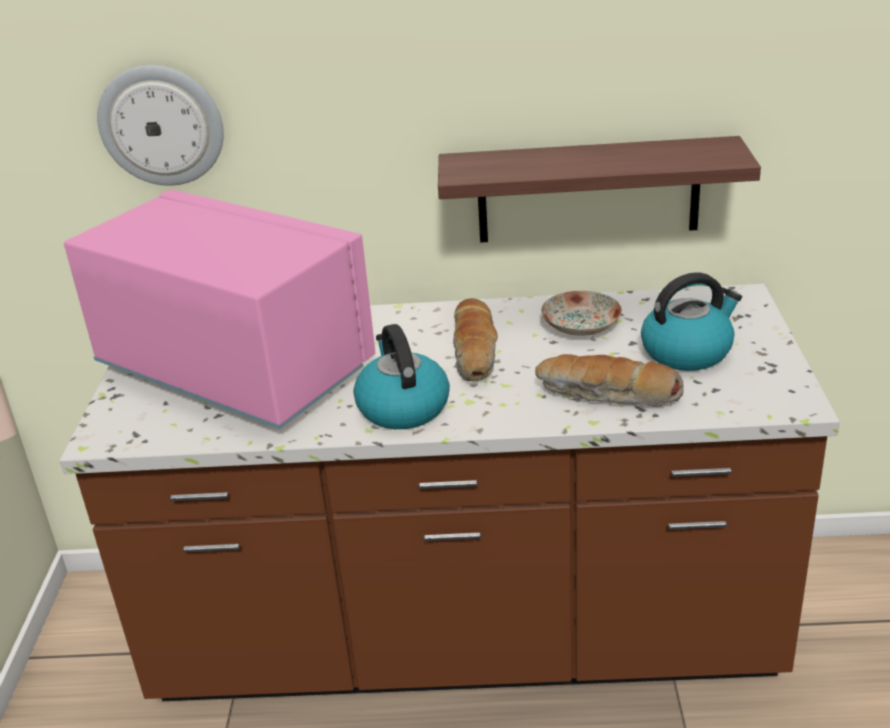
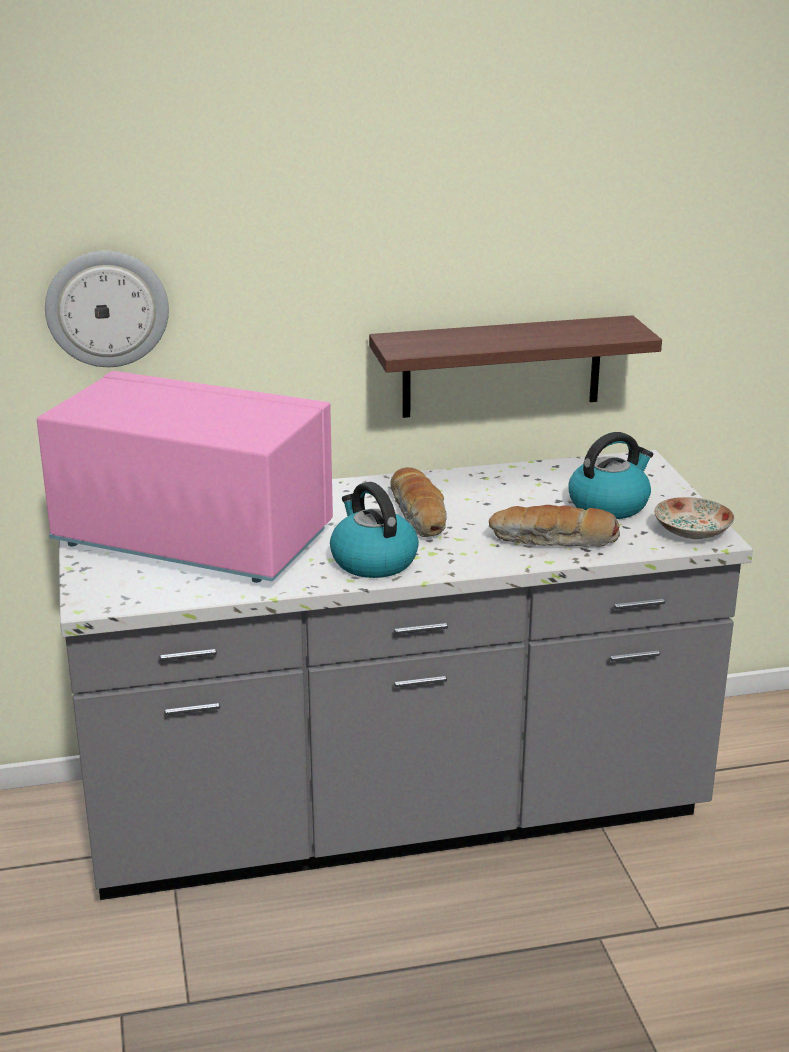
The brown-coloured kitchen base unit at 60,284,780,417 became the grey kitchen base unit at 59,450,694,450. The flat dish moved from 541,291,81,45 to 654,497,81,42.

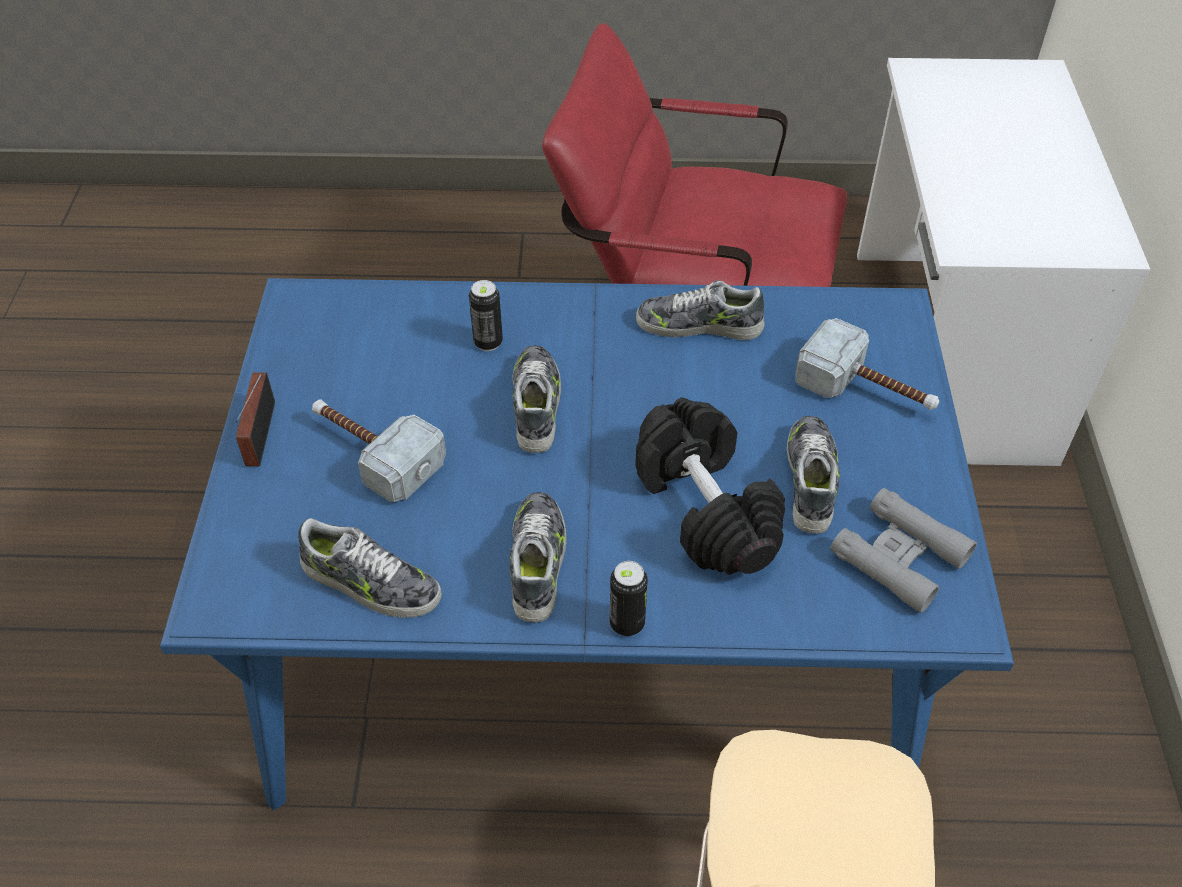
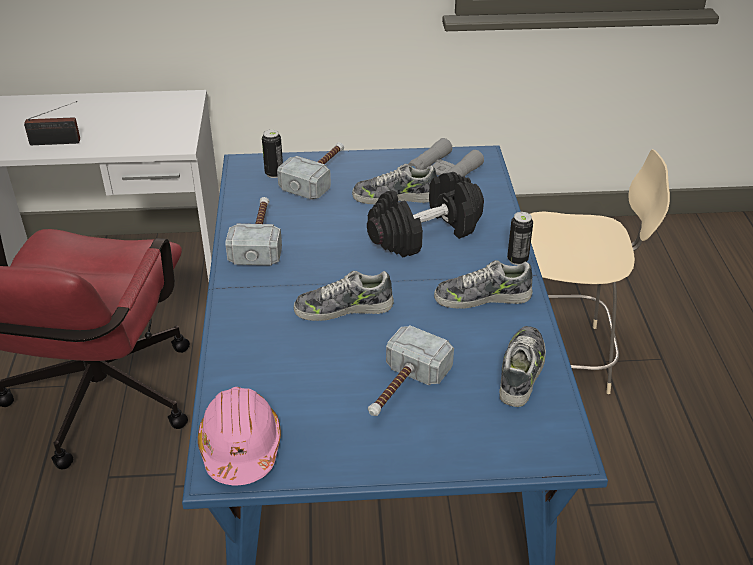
The metal can moved from 469,280,34,71 to 262,129,21,49. The low shoe at 636,280,128,60 was replaced by the hand hammer at 225,197,57,69. The radio set moved from 236,372,39,94 to 24,101,56,44. The pinkish work helmet at 198,387,83,98 appeared.

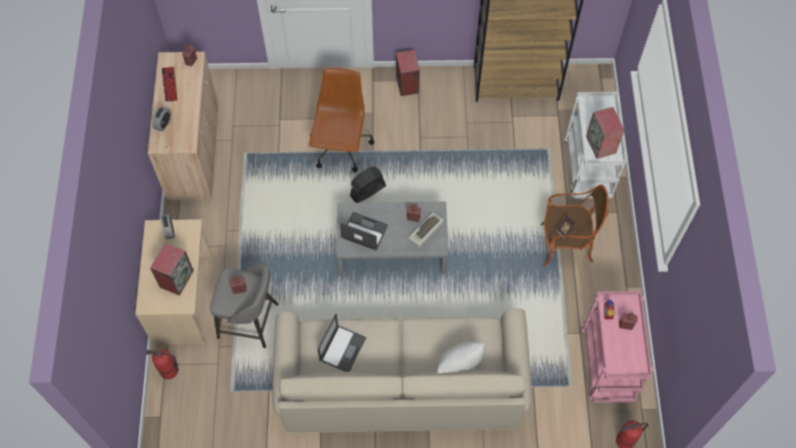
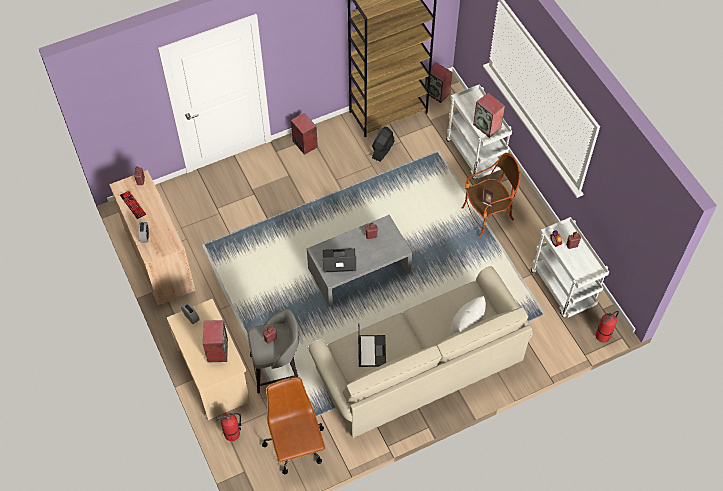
The brown-coloured desk chair moved from 309,67,65,105 to 262,377,63,97. The black-coloured fan moved from 350,166,36,37 to 372,127,23,35. The PC keyboard at 408,213,36,35 disappeared. The pinkish cart at 581,291,72,112 became the whitish cart at 531,217,78,100. The speaker at 425,62,27,41 appeared.

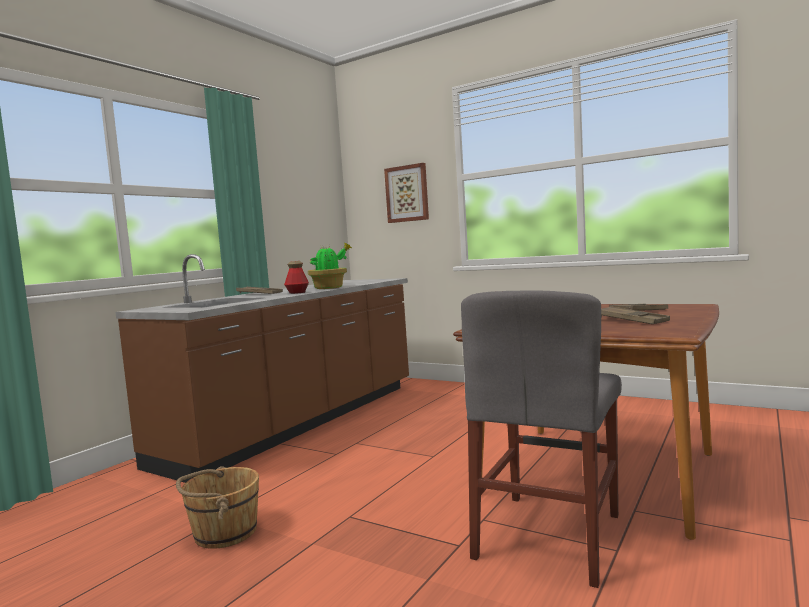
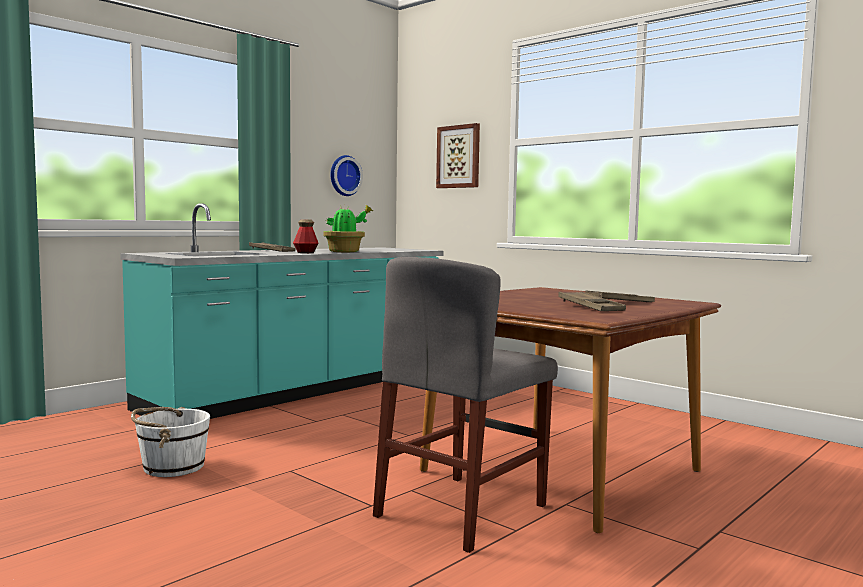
The brown-coloured kitchen base unit at 115,254,294,229 became the turquoise-coloured kitchen base unit at 120,203,324,216. The brown-coloured pail at 176,466,83,83 became the whitish pail at 131,407,79,70. The clock on the wall at 330,155,33,41 appeared.

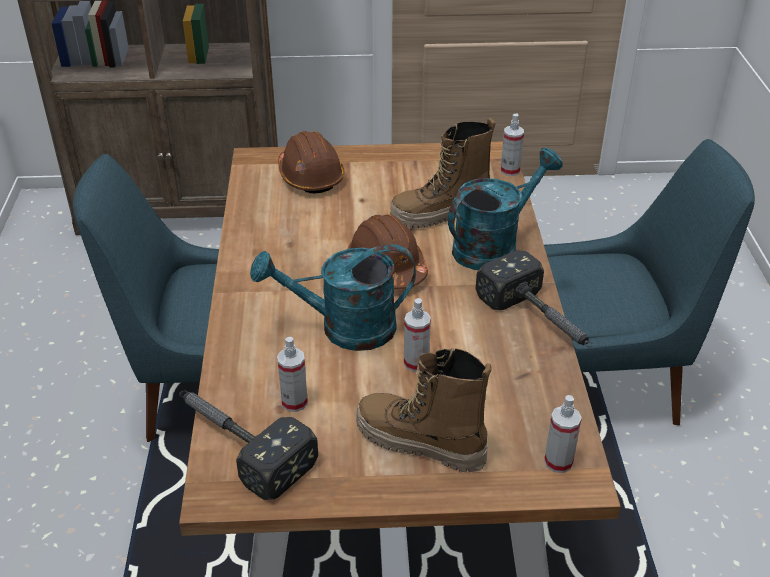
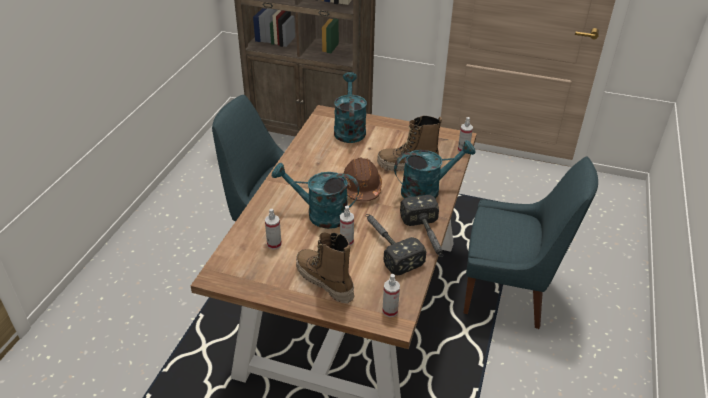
The brown-coloured work helmet at 278,131,66,62 was replaced by the turquoise-coloured watering can at 334,72,33,71. The hand hammer moved from 179,390,139,110 to 366,214,60,62.

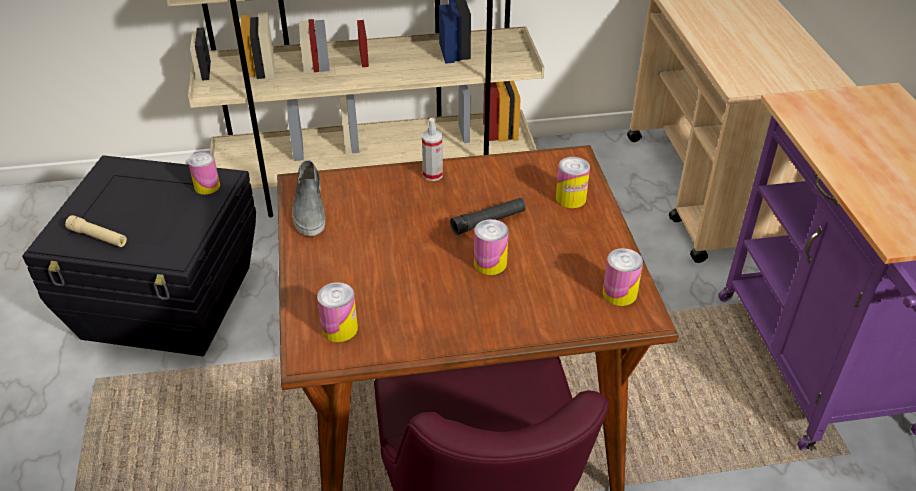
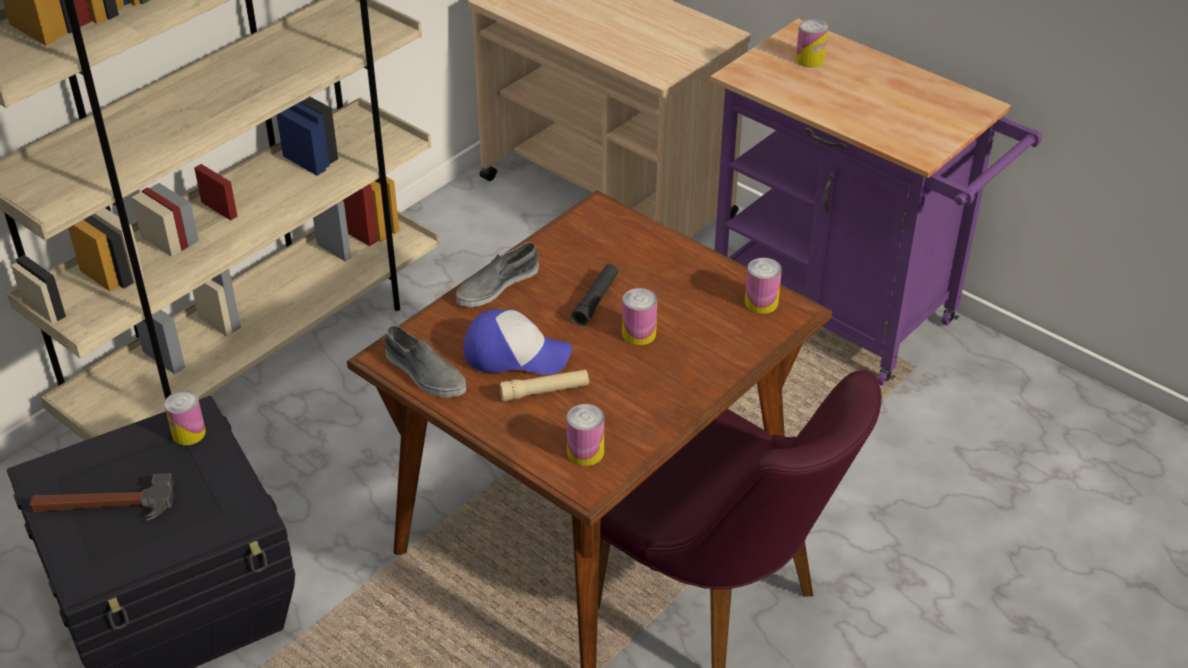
The hand sprayer at 422,118,21,63 was replaced by the grey low shoe at 456,242,83,65. The metal can moved from 556,157,34,51 to 796,19,32,49. The sand-coloured hand torch moved from 65,215,62,32 to 499,370,90,32. The cap at 463,309,109,66 appeared. The hand hammer at 30,473,144,48 appeared.

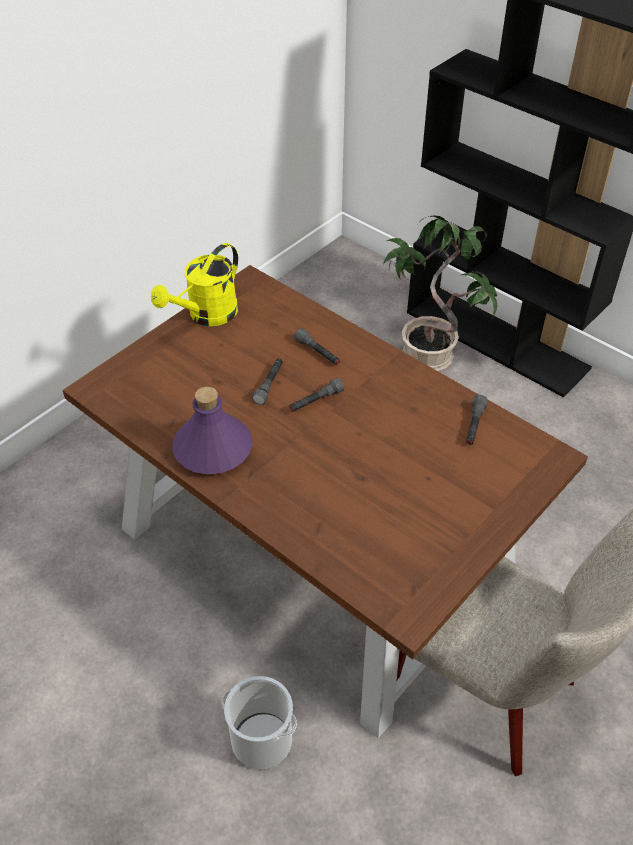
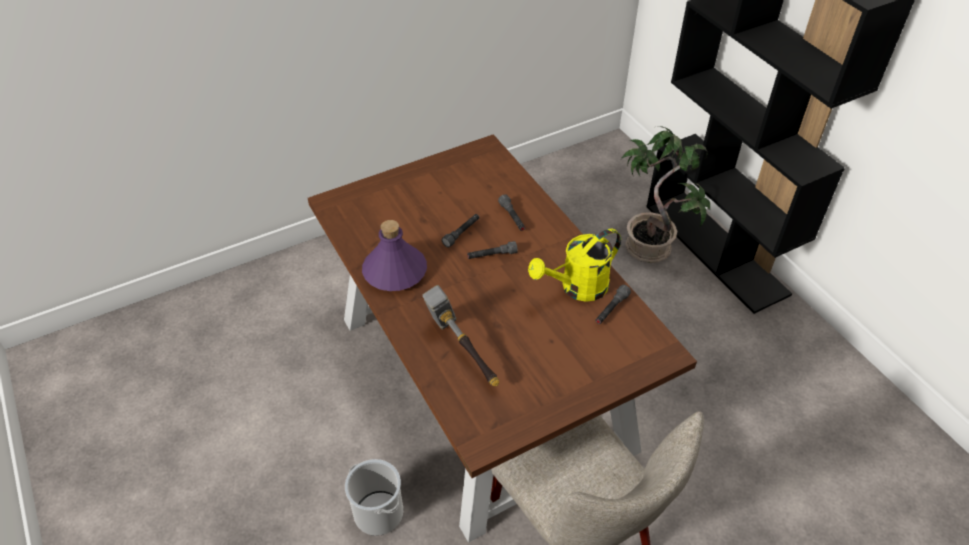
The yellowish watering can moved from 151,243,87,83 to 528,229,93,73. The hand hammer at 422,285,77,101 appeared.

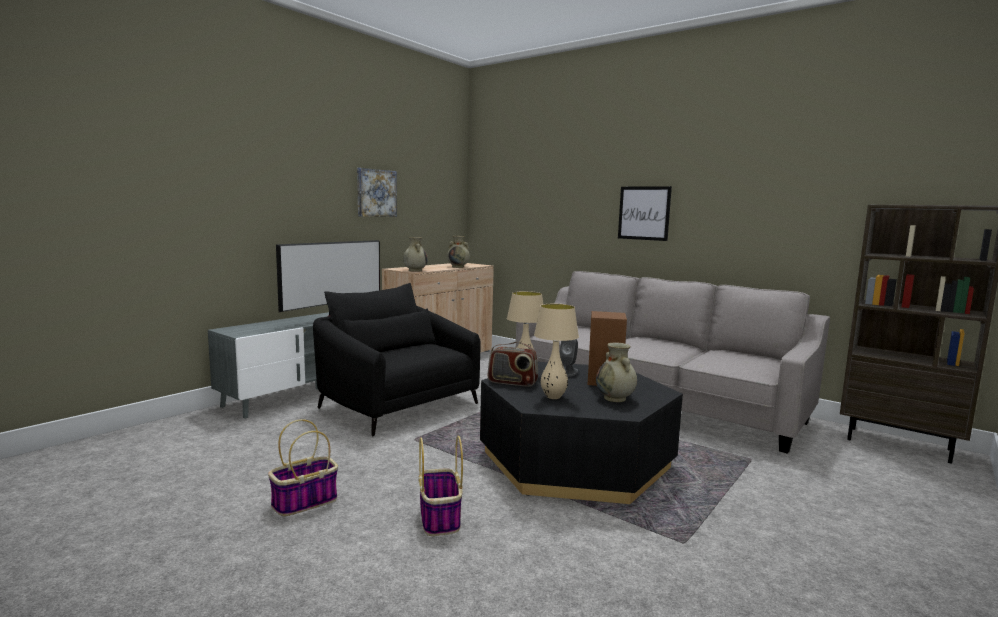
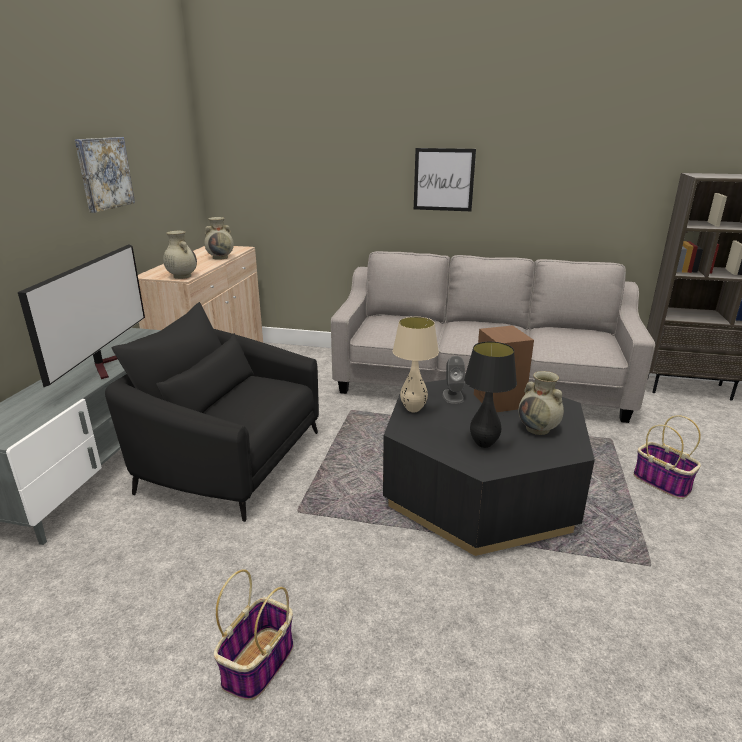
The sand-coloured table lamp at 534,304,45,95 became the black-coloured table lamp at 464,342,53,106. The radio set at 488,342,50,45 disappeared. The storage basket moved from 418,436,45,100 to 633,415,68,84.

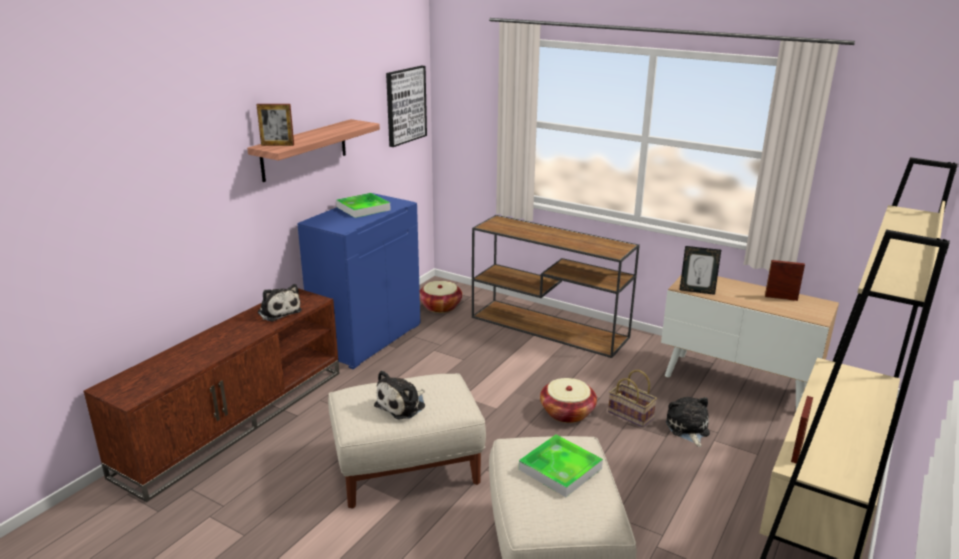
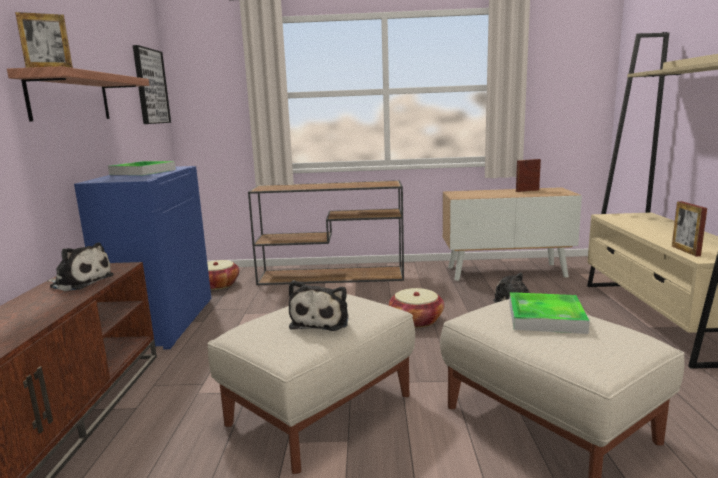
The standing frame at 680,246,41,49 disappeared. The storage basket at 608,370,49,57 disappeared.

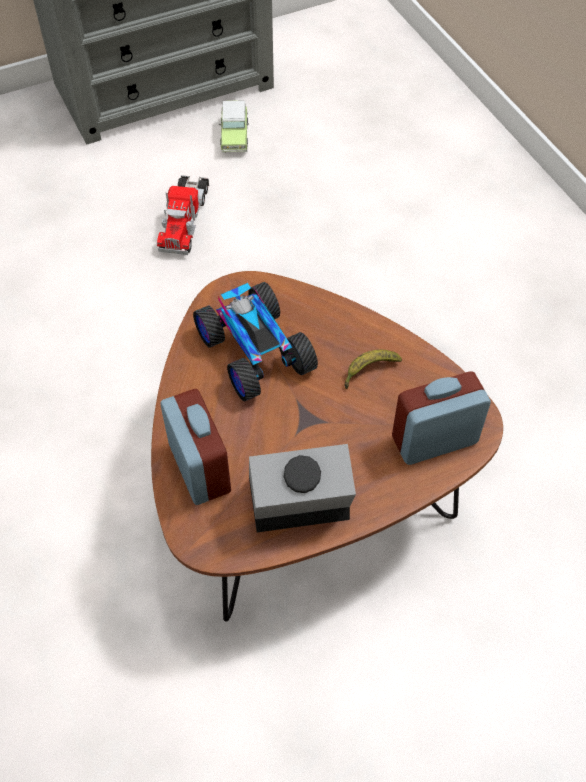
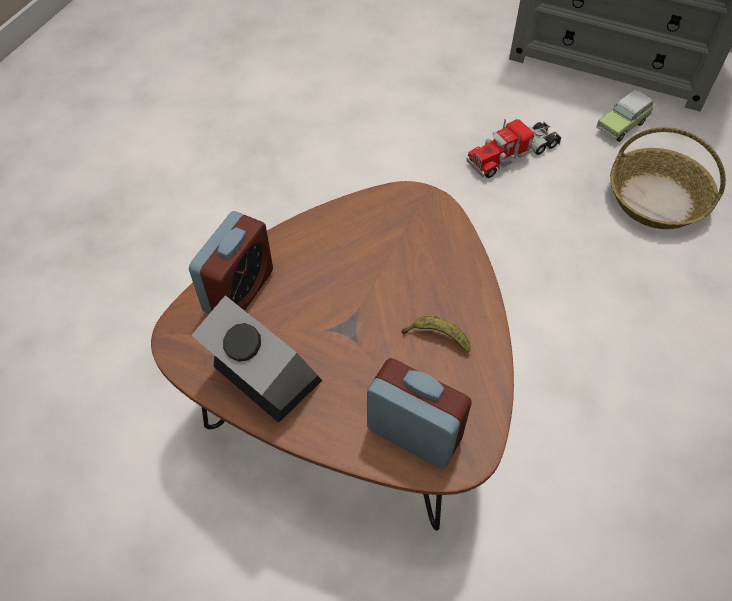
The toy car at 193,282,125,119 disappeared. The storage basket at 610,127,116,102 appeared.

